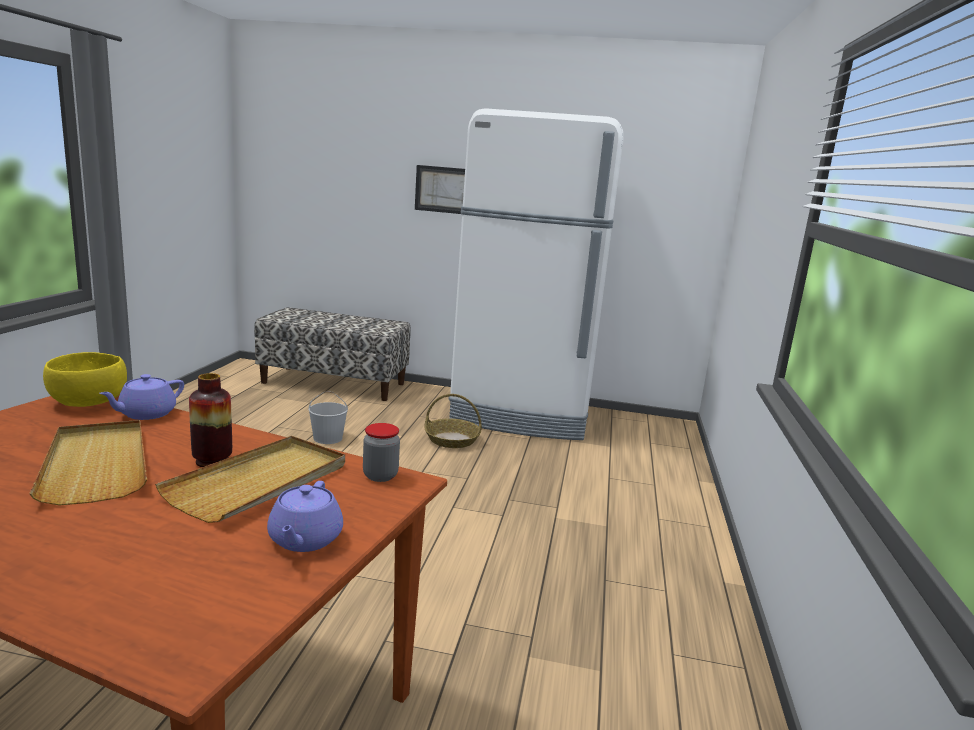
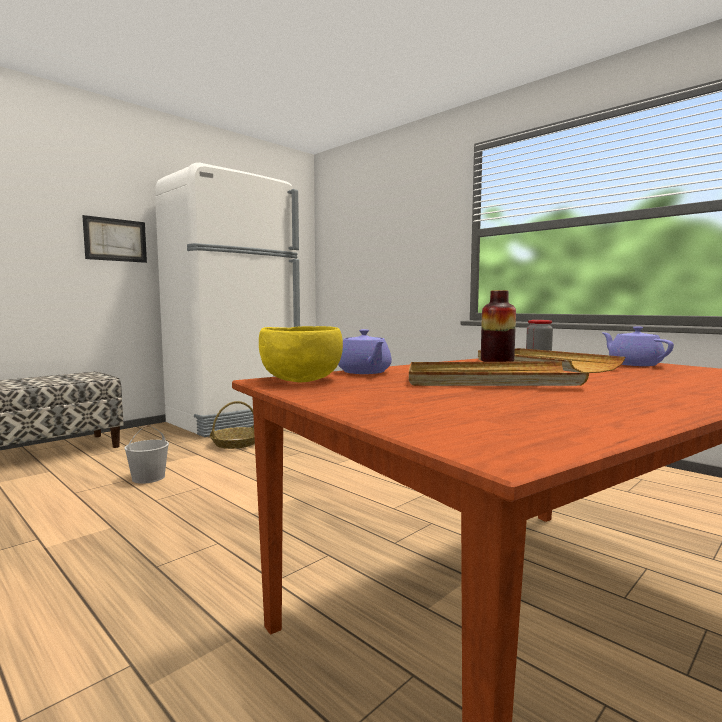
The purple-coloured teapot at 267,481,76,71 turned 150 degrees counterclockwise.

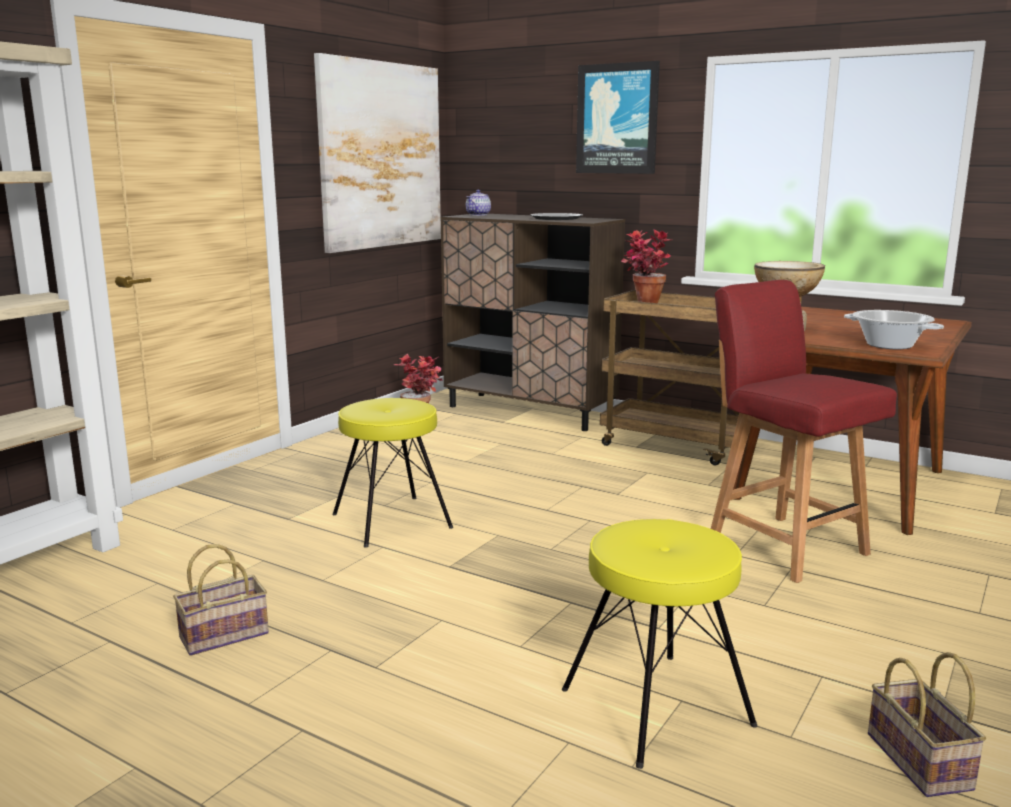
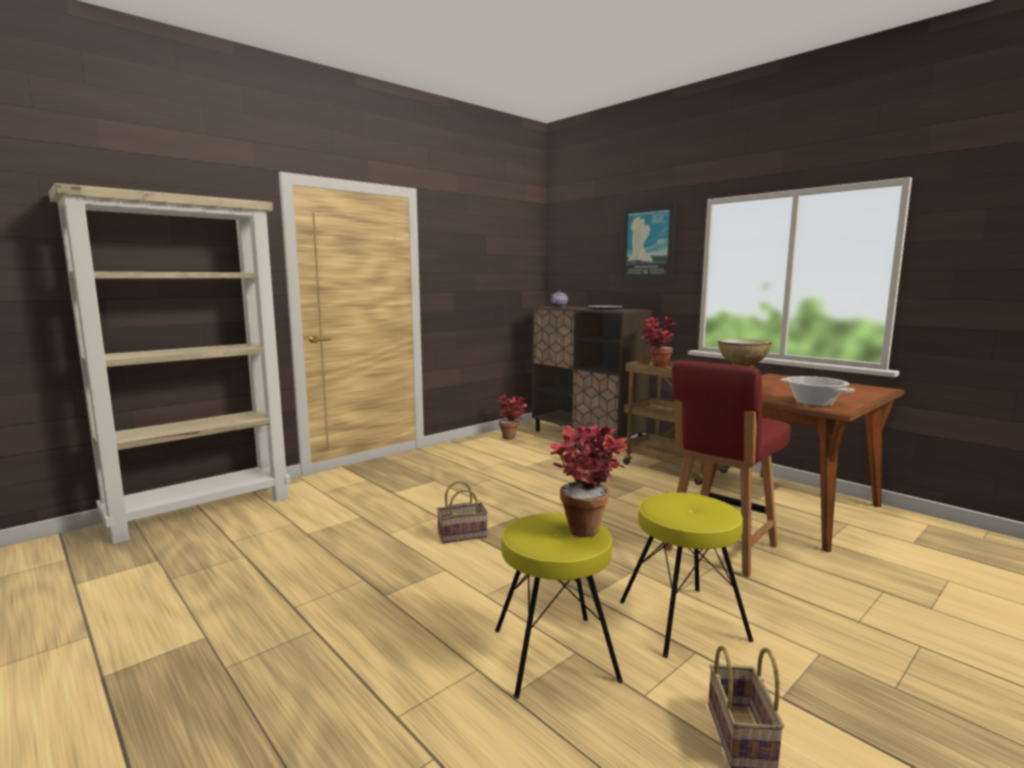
The picture at 314,53,127,200 disappeared. The red plain chair at 711,280,186,303 turned 120 degrees counterclockwise. The yellowish stool moved from 332,398,121,150 to 620,492,133,166. The storage basket moved from 173,544,96,112 to 437,481,51,62. The houseplant at 550,425,78,112 appeared.

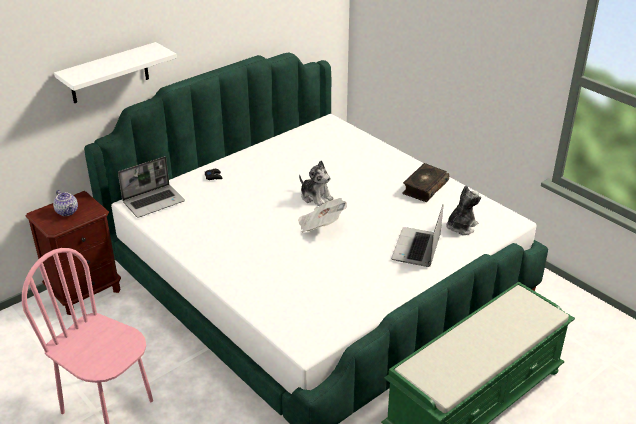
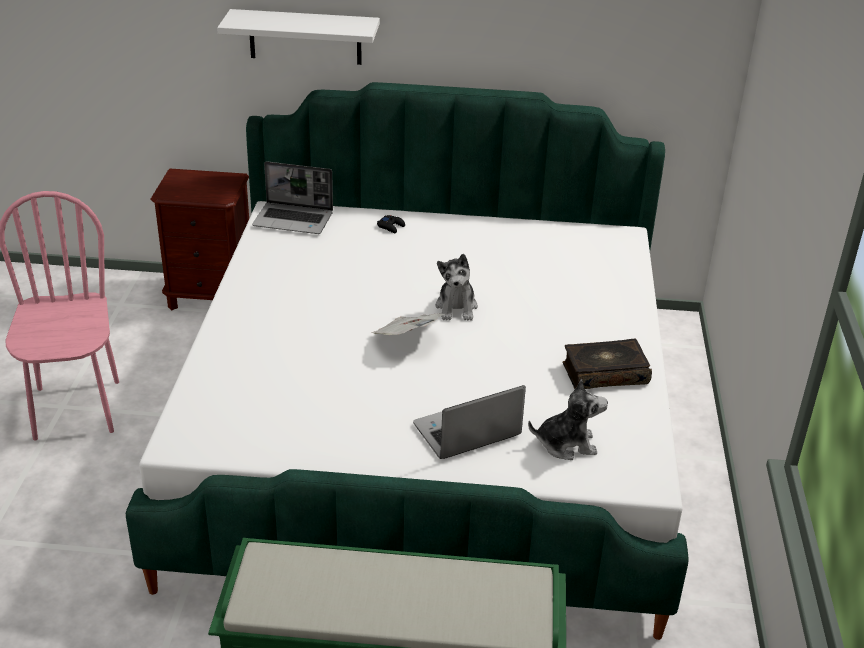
The teapot at 53,190,25,26 disappeared.

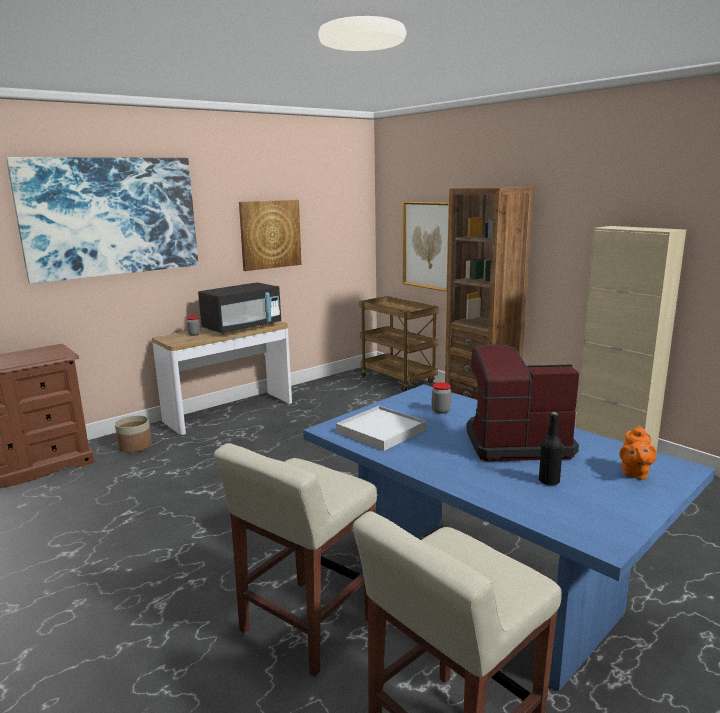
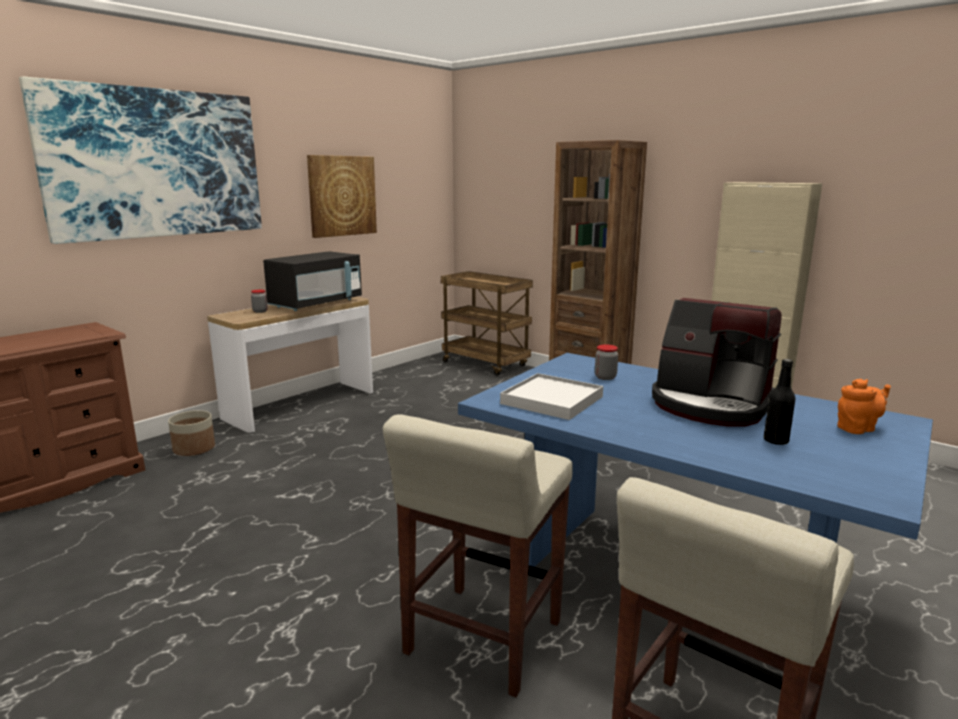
The picture at 403,201,46,91 disappeared. The coffee maker at 466,345,113,117 turned 135 degrees counterclockwise. The orange-coloured teapot at 619,425,38,55 turned 120 degrees counterclockwise.

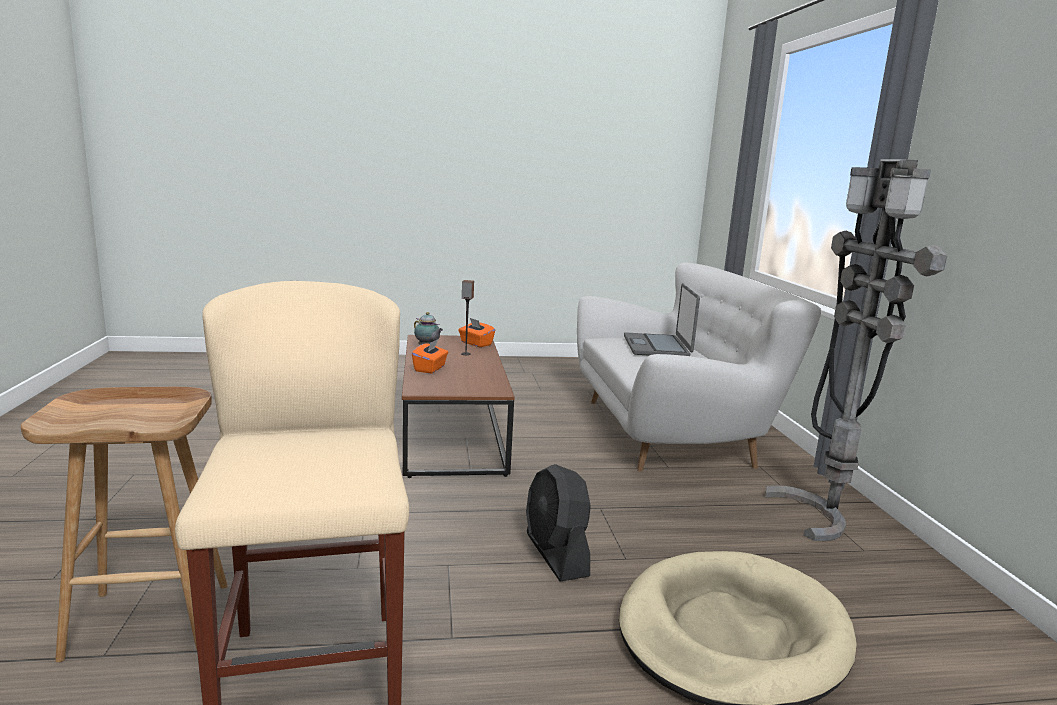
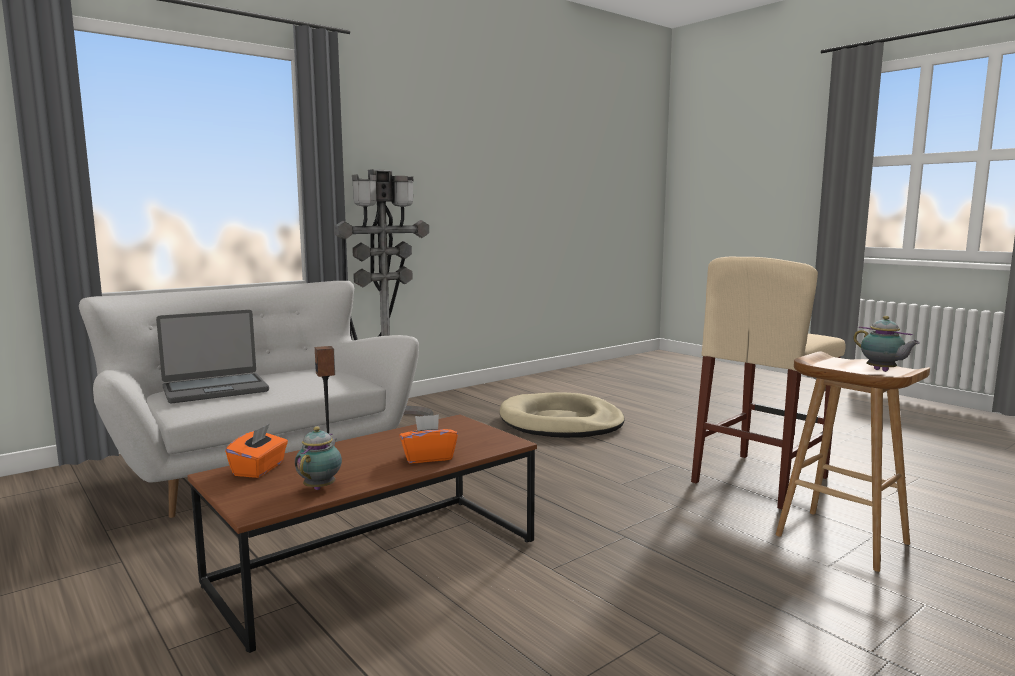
The black-coloured fan at 526,464,65,118 disappeared. The teapot at 853,316,67,56 appeared.

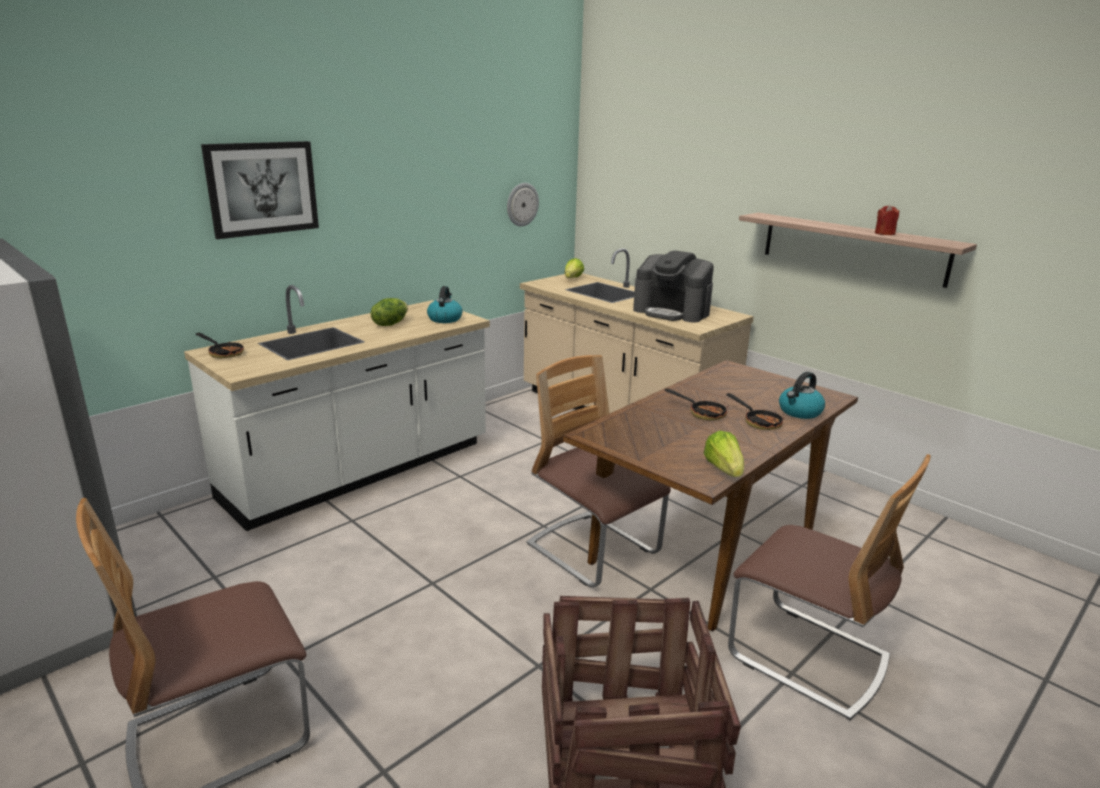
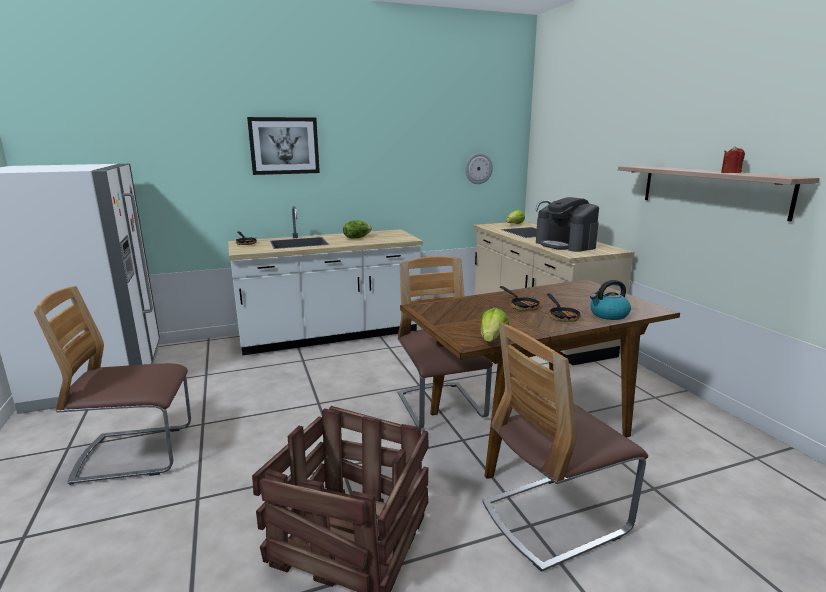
The tea kettle at 427,286,35,37 disappeared. The plain chair at 728,454,203,266 turned 90 degrees clockwise.

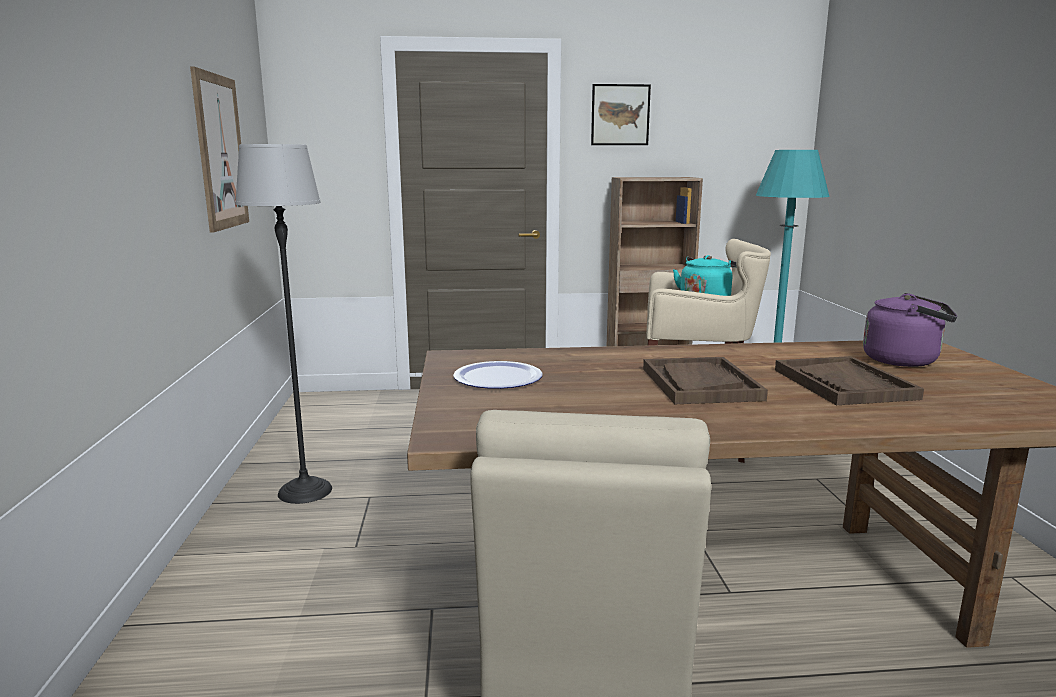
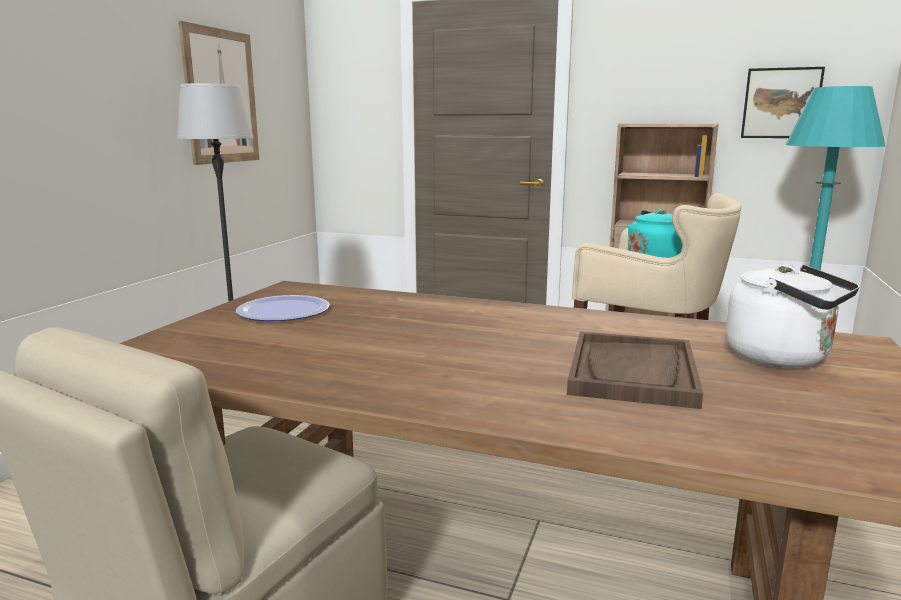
The picture moved from 591,84,60,61 to 741,67,84,71. The purple-coloured tea kettle at 863,293,94,74 became the whitish tea kettle at 726,265,133,103. The brown-coloured serving tray at 643,357,125,47 disappeared.

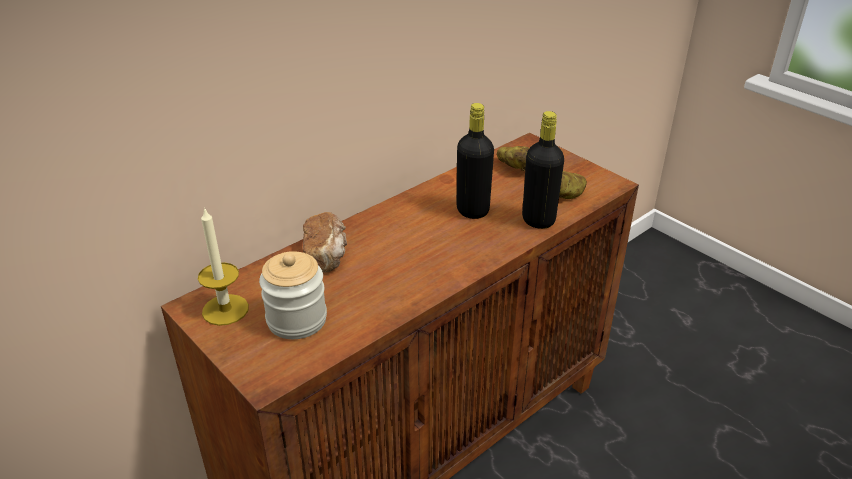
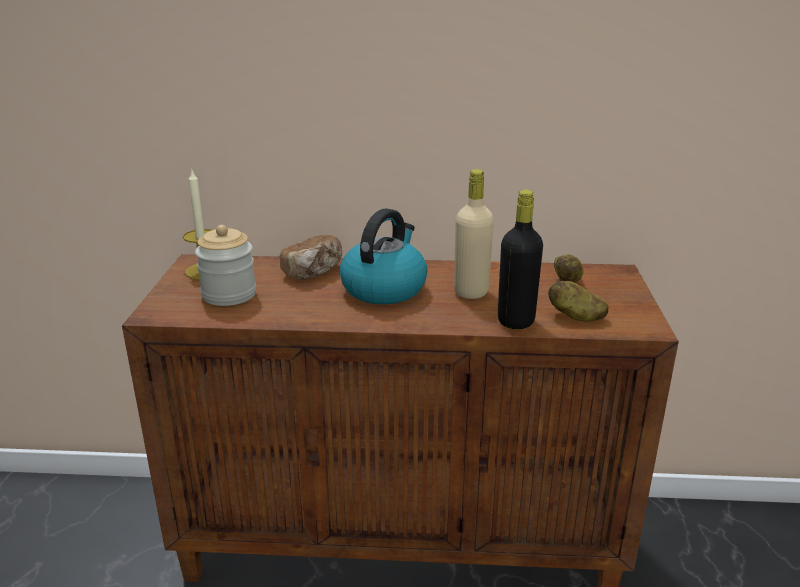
The black-coloured bottle at 457,103,37,116 became the sand-coloured bottle at 454,169,40,130. The tea kettle at 340,208,88,96 appeared.

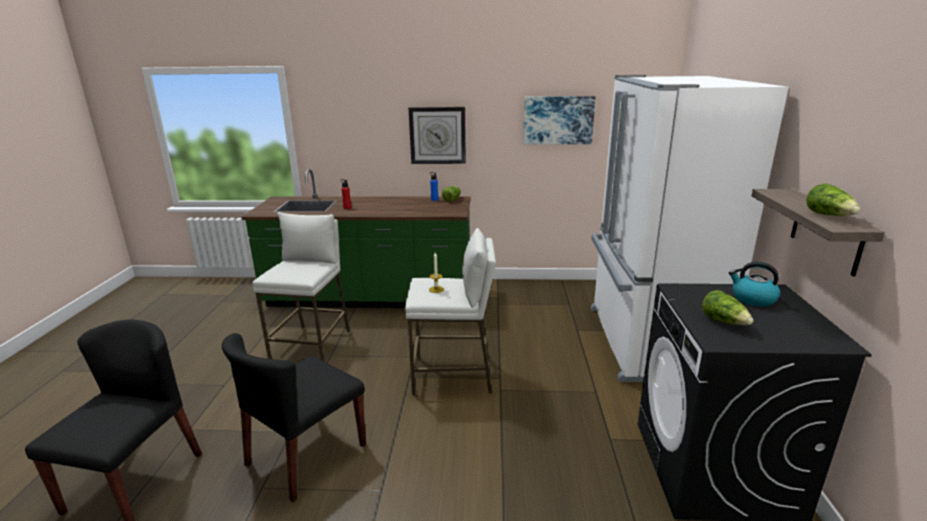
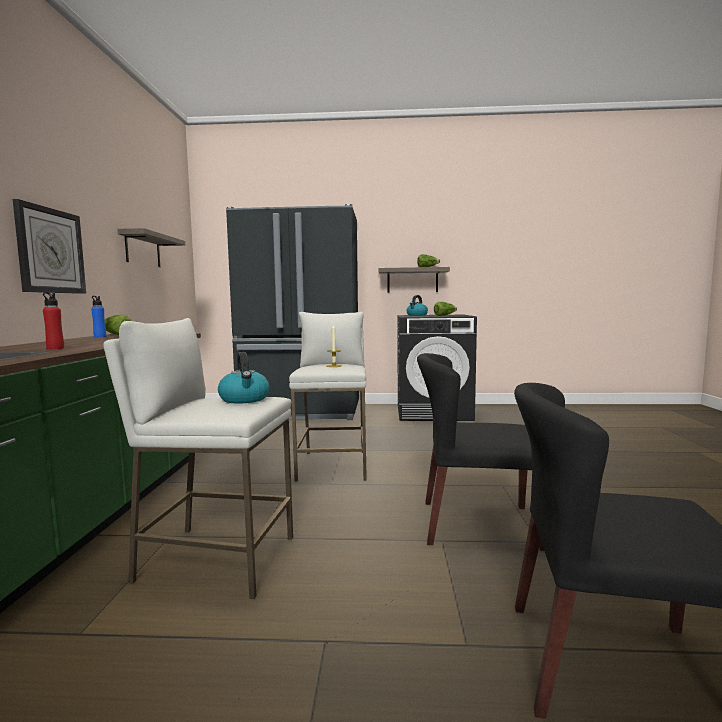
The whitish kitchen fridge at 591,75,198,307 became the black-coloured kitchen fridge at 226,204,133,216. The picture at 523,96,73,49 was replaced by the shelf at 118,228,67,39. The black-coloured plain chair at 222,333,144,169 turned 150 degrees clockwise. The tea kettle at 218,352,51,52 appeared.

